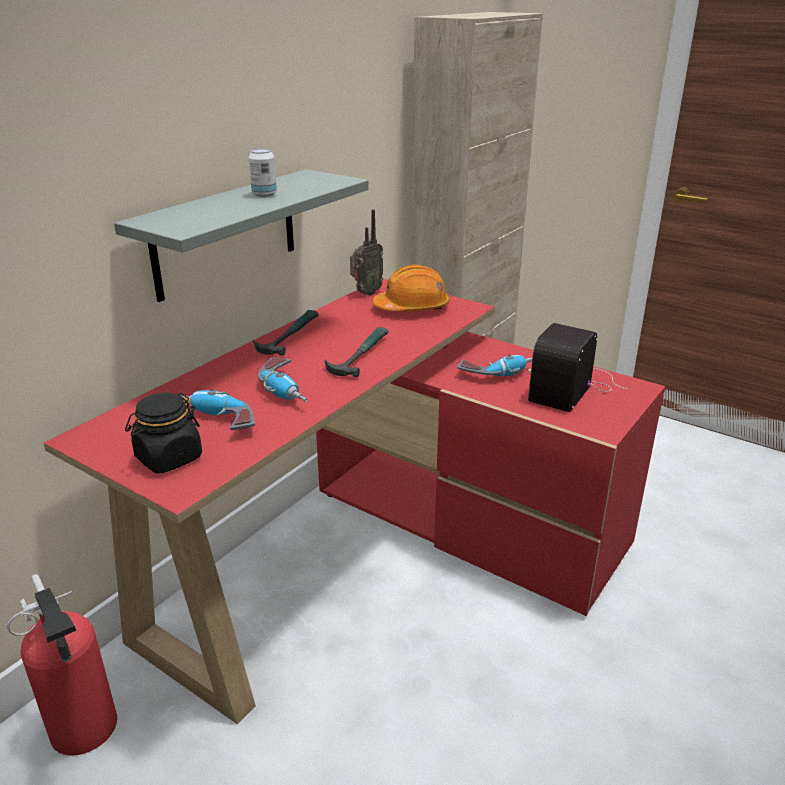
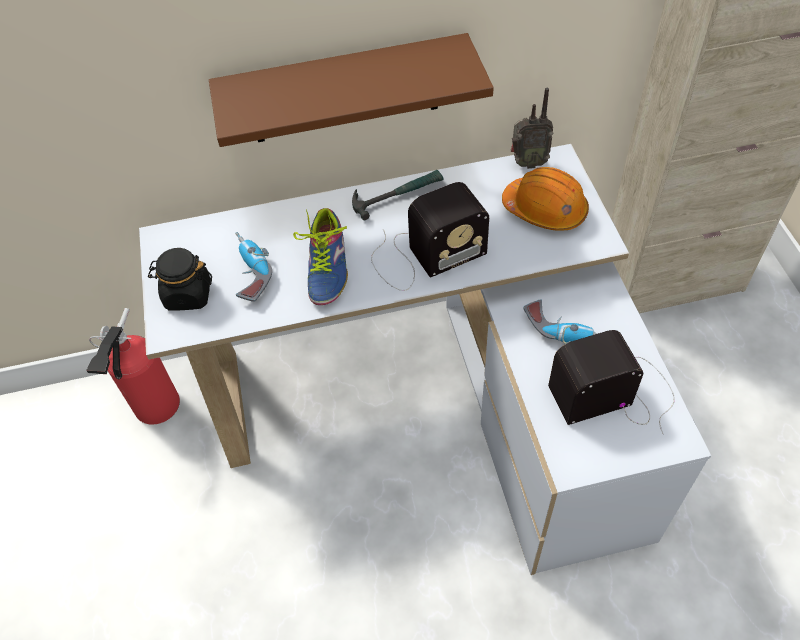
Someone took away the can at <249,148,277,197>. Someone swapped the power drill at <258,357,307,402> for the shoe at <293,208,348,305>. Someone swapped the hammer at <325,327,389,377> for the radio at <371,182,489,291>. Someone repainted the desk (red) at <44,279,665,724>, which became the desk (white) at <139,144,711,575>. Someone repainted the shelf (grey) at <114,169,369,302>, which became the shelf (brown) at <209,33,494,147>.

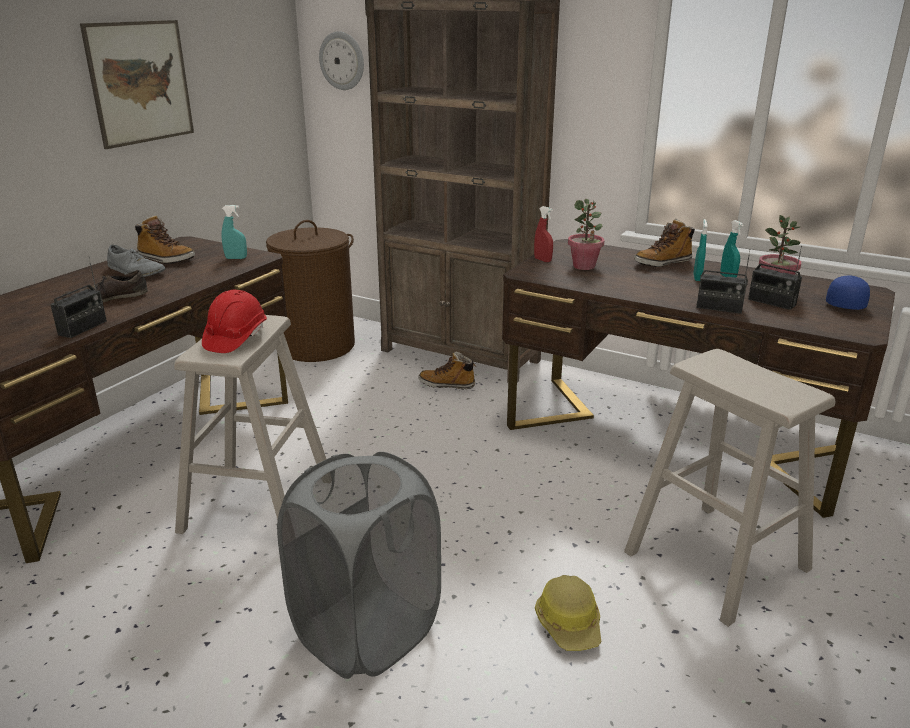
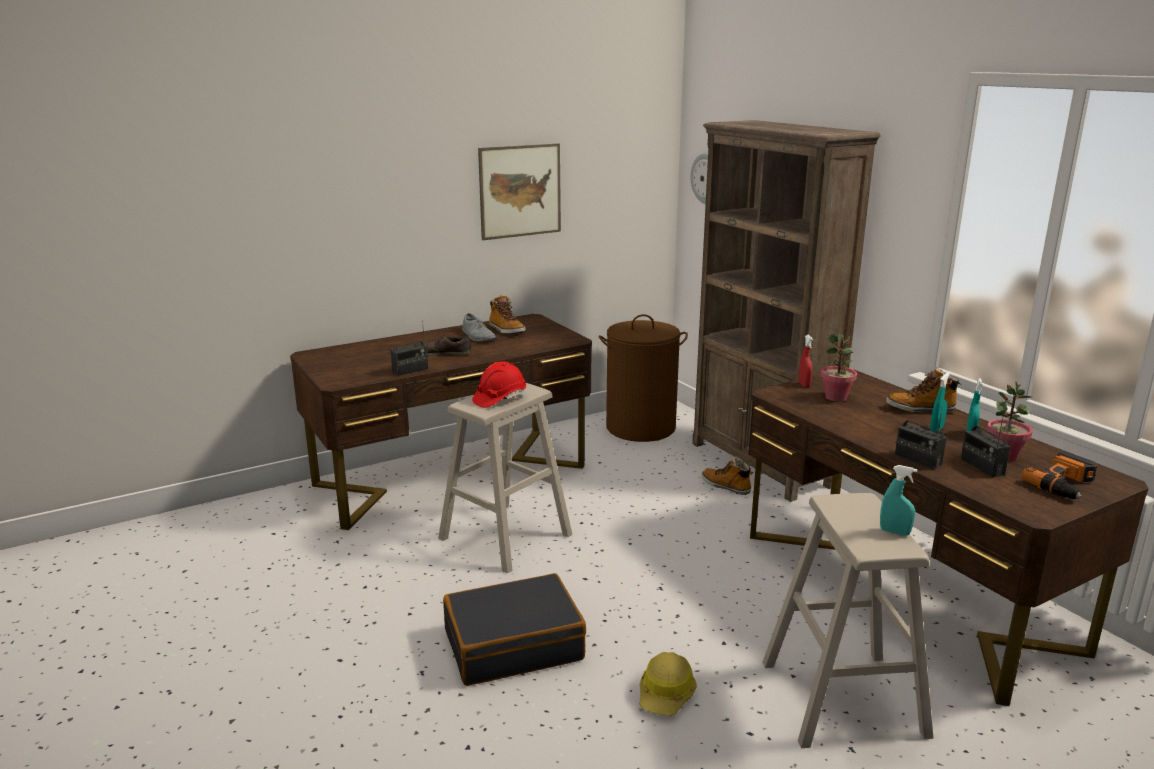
Someone carried the spray bottle (turquoise) from <221,205,247,259> to <880,465,917,536>. Someone swapped the laundry basket (grey) at <277,452,441,679> for the suitcase (black) at <443,573,586,686>. Someone swapped the cap (blue) at <826,275,870,310> for the power drill at <1021,451,1097,499>.

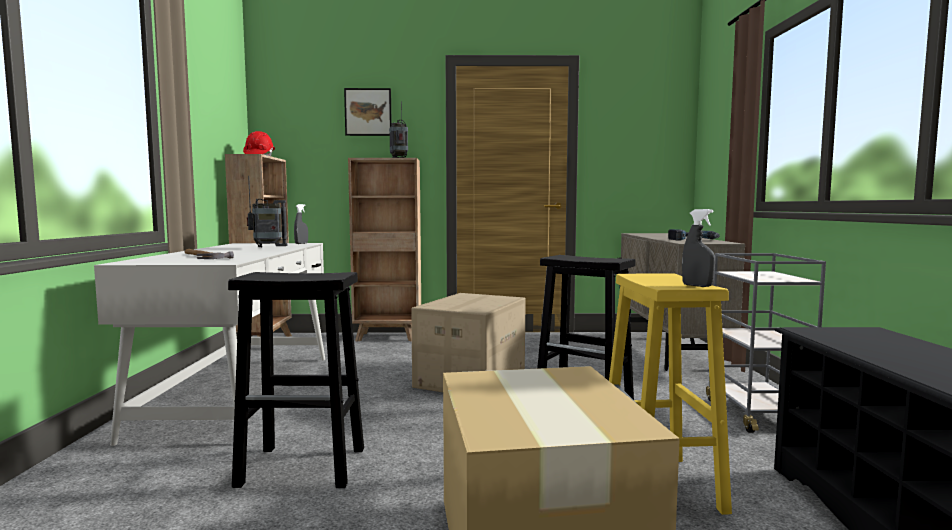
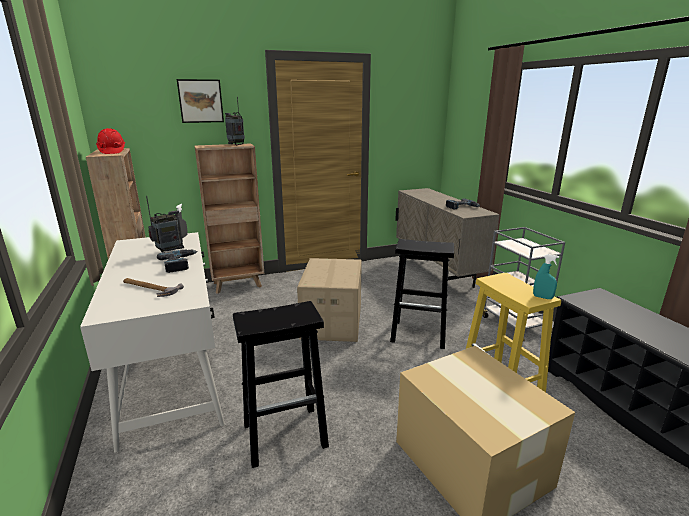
Someone put down the power drill at <157,249,198,273>. Someone repainted the spray bottle (grey) at <682,209,715,287>, which became the spray bottle (turquoise) at <533,254,560,299>.

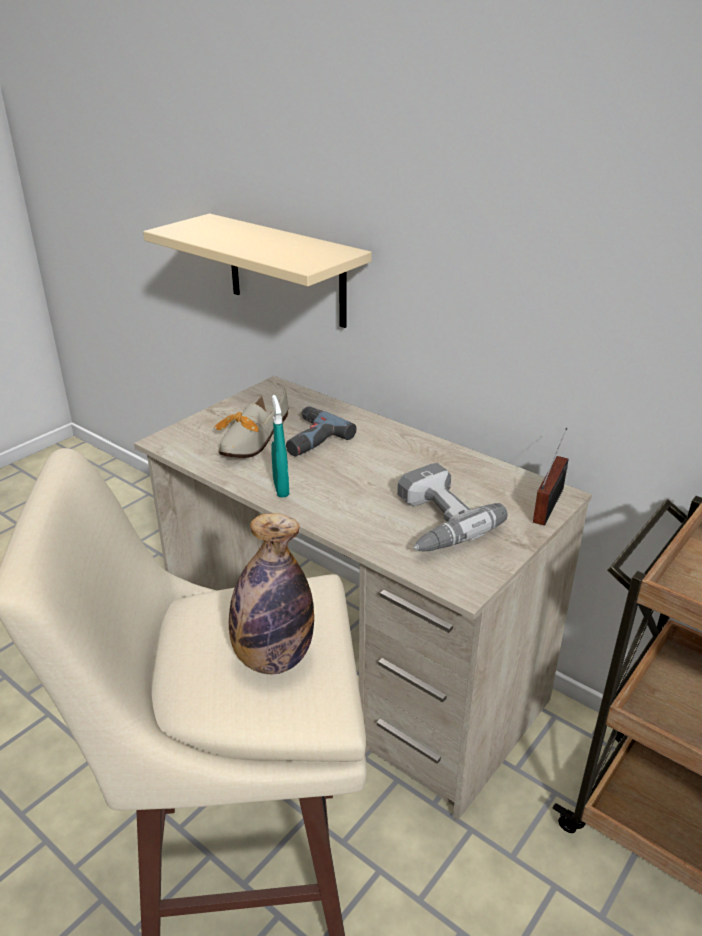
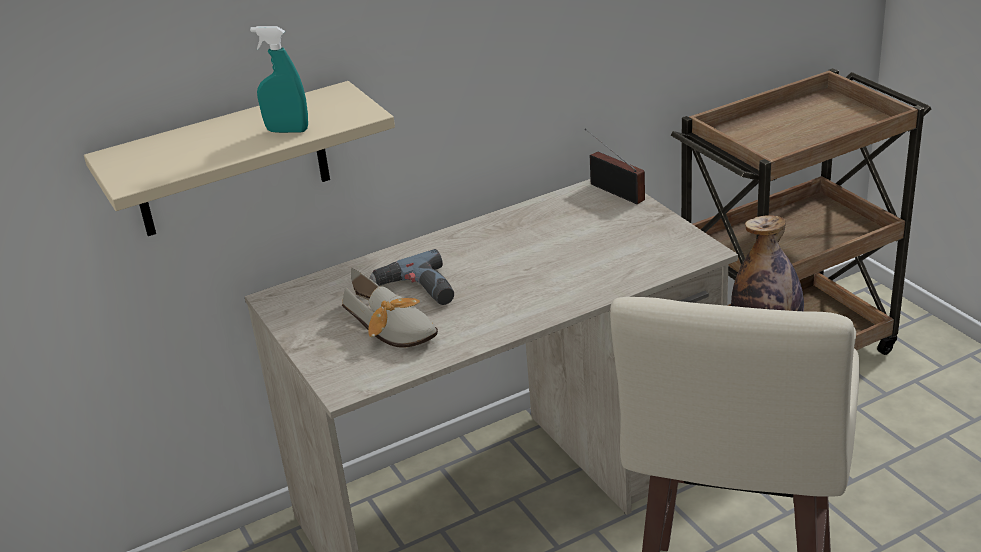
Someone took away the power drill at <397,463,507,551>. Someone carried the spray bottle (turquoise) from <271,395,289,498> to <250,26,308,133>.

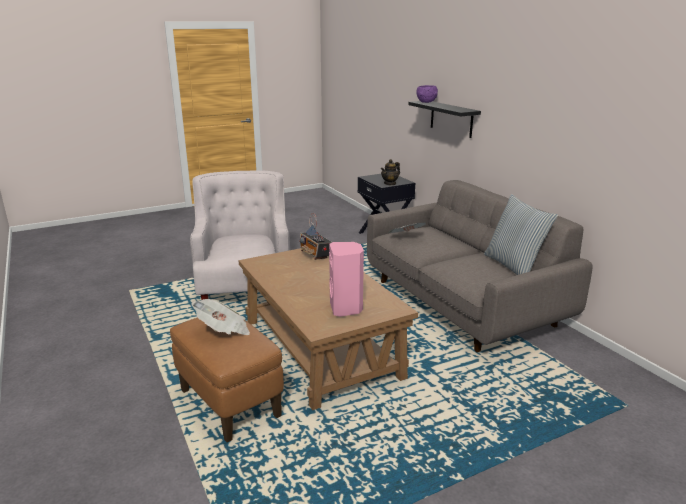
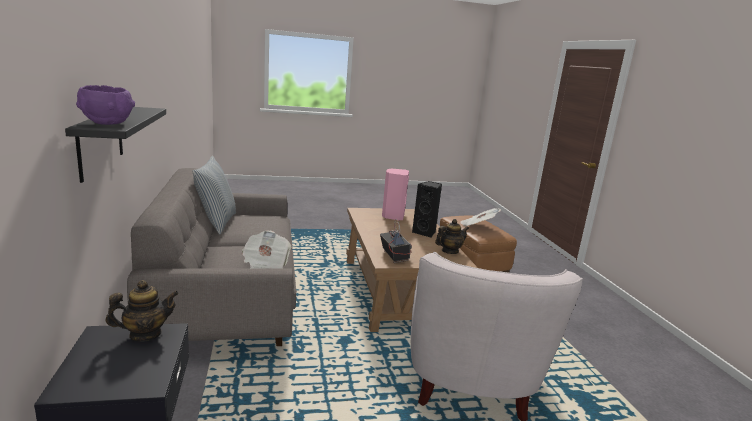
Someone put down the speaker (black) at <412,181,442,238>. Someone put down the teapot at <435,219,469,254>.

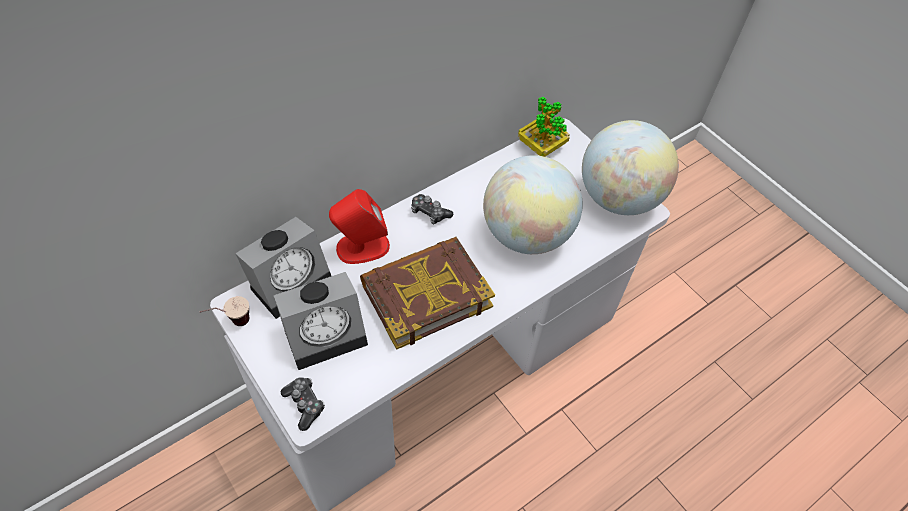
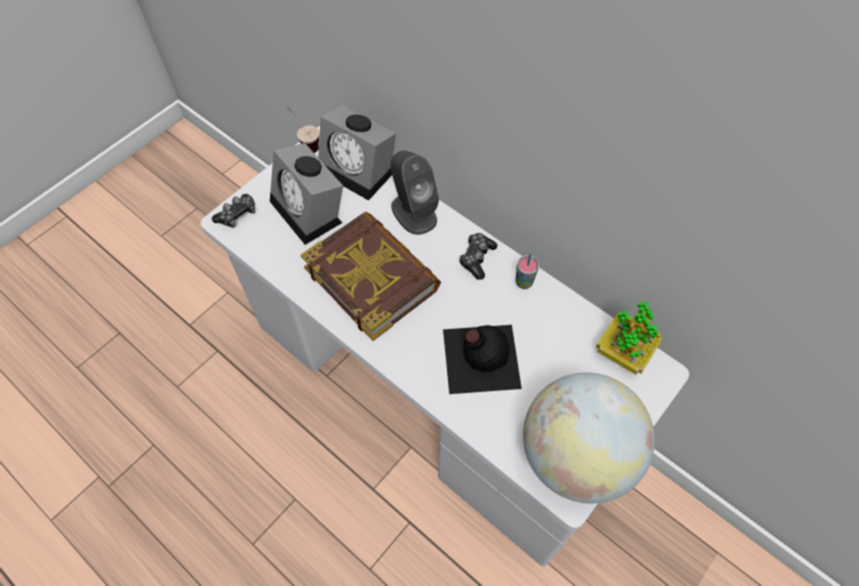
Someone put down the cup at <515,254,539,289>. Someone swapped the globe at <483,155,583,254> for the bottle (black) at <443,325,522,394>. Someone repainted the speaker (red) at <329,189,390,264>, which became the speaker (grey) at <391,150,439,235>.

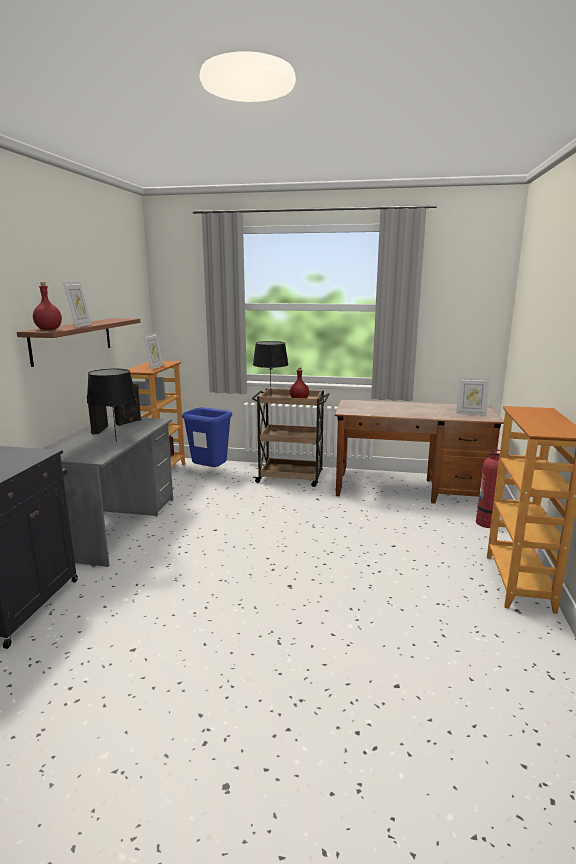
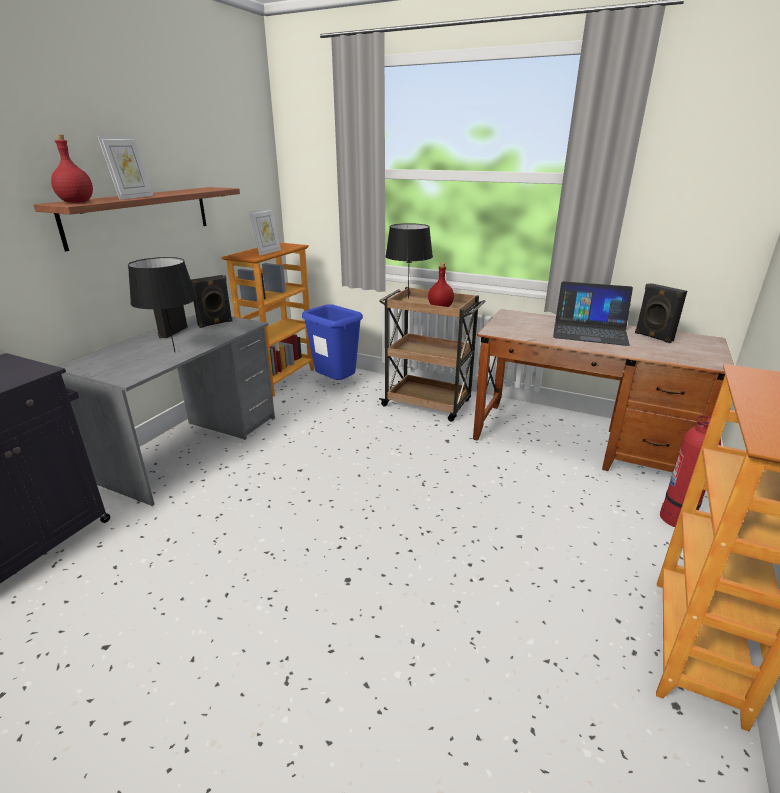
Someone took away the picture frame at <456,378,490,415>. Someone put down the laptop at <553,281,633,346>. Someone put down the speaker (black) at <635,283,687,343>.

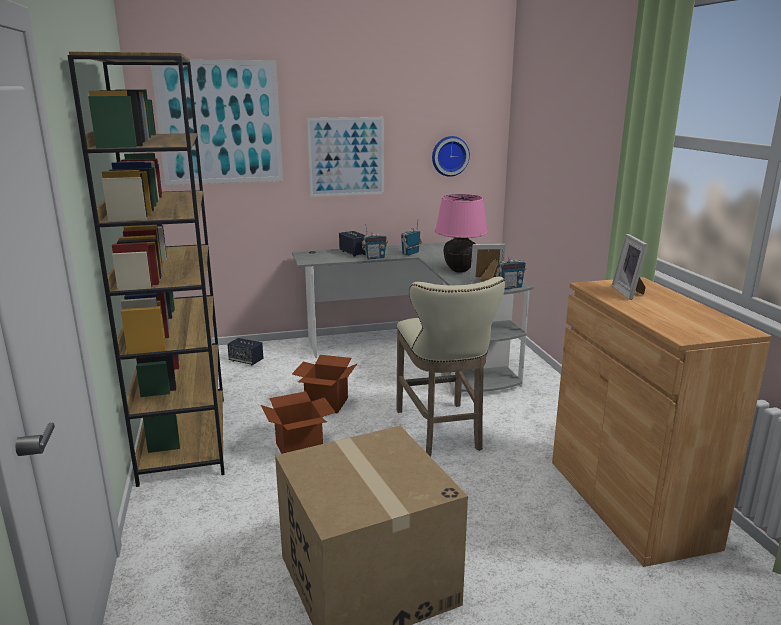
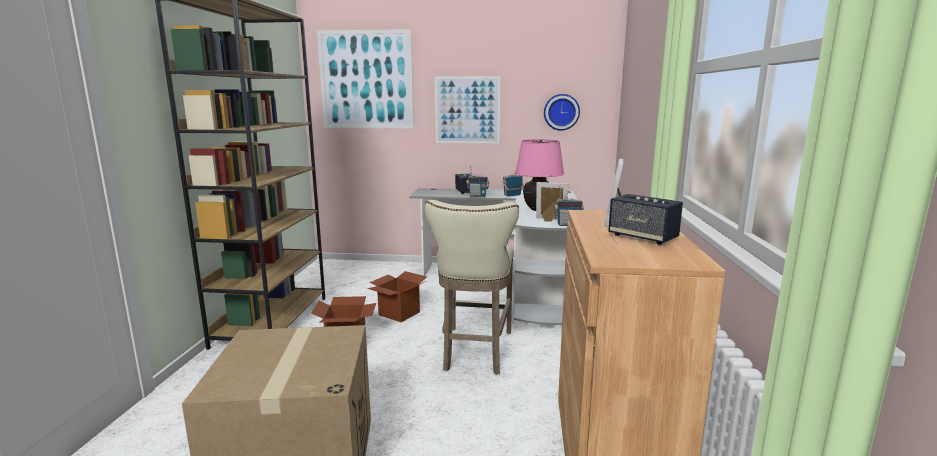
Someone carried the speaker from <227,338,263,365> to <608,194,683,245>.

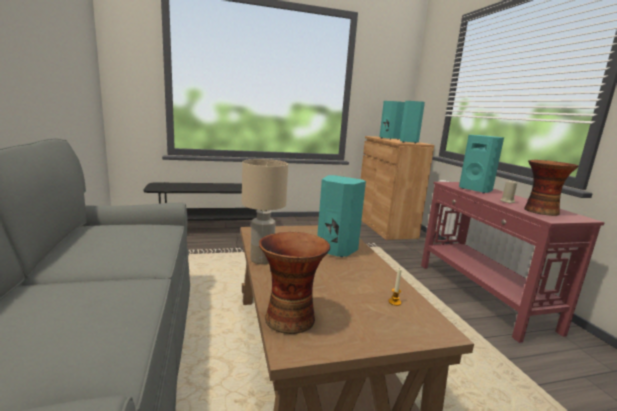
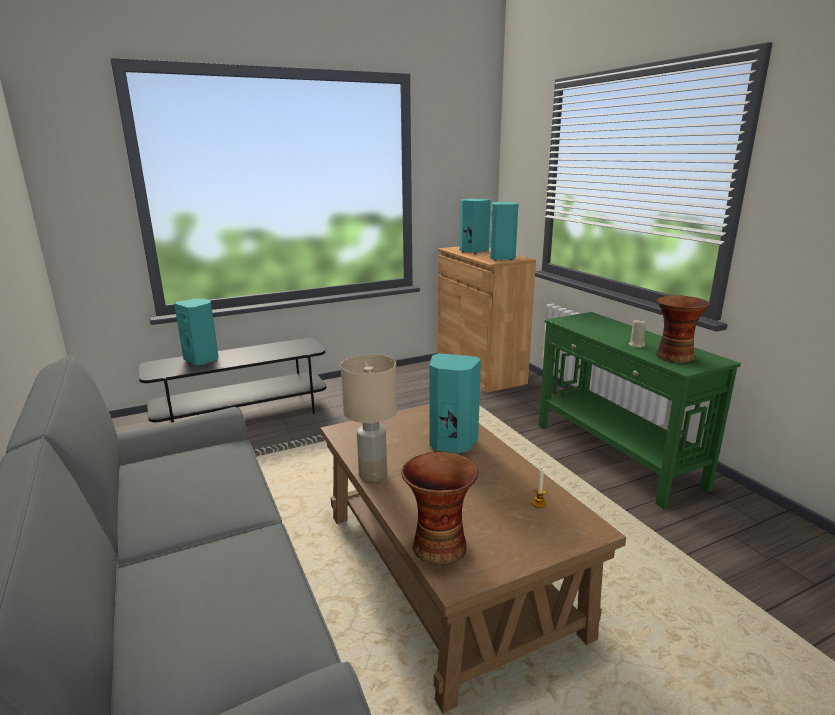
Someone carried the speaker (turquoise) from <459,135,504,193> to <174,299,219,365>. Someone repainted the console table (red) at <421,182,605,343>, which became the console table (green) at <539,312,741,509>.

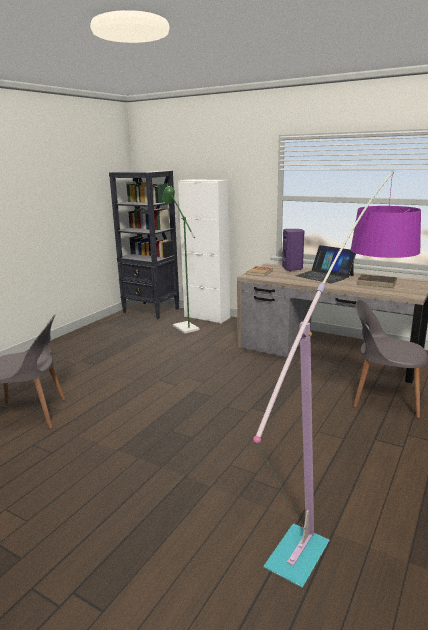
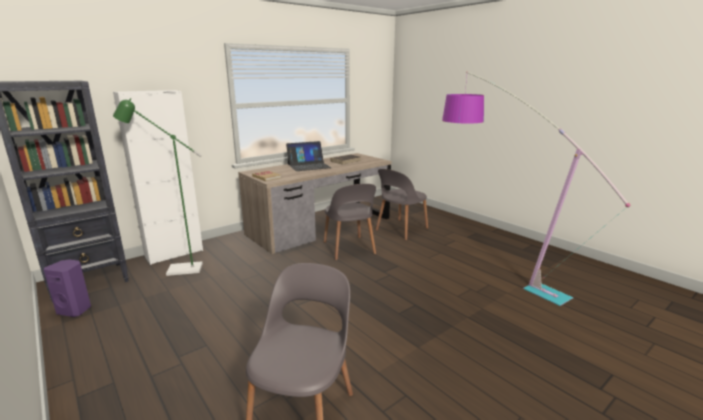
Someone put down the chair (grey) at <324,184,376,260>. Someone carried the speaker (purple) from <282,229,304,271> to <44,260,91,317>.

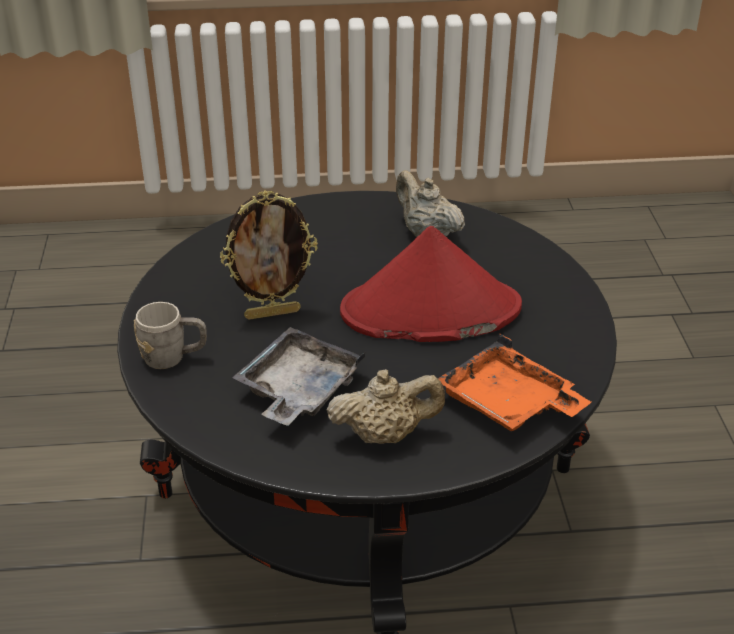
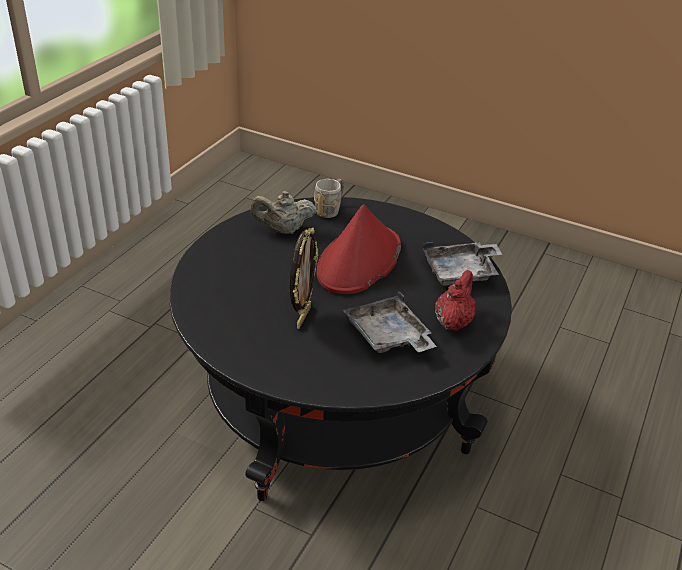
Someone carried the mug (grey) from <134,302,207,369> to <314,179,344,218>. Someone repainted the teapot (beige) at <326,369,445,444>, which became the teapot (red) at <435,270,476,331>. Someone repainted the tray (orange) at <438,334,591,431>, which became the tray (grey) at <423,242,503,285>.

